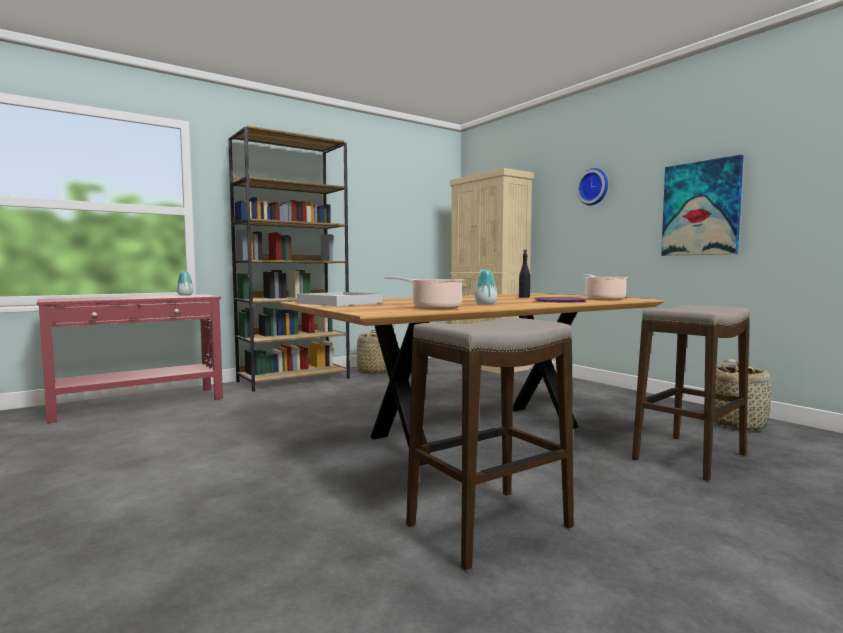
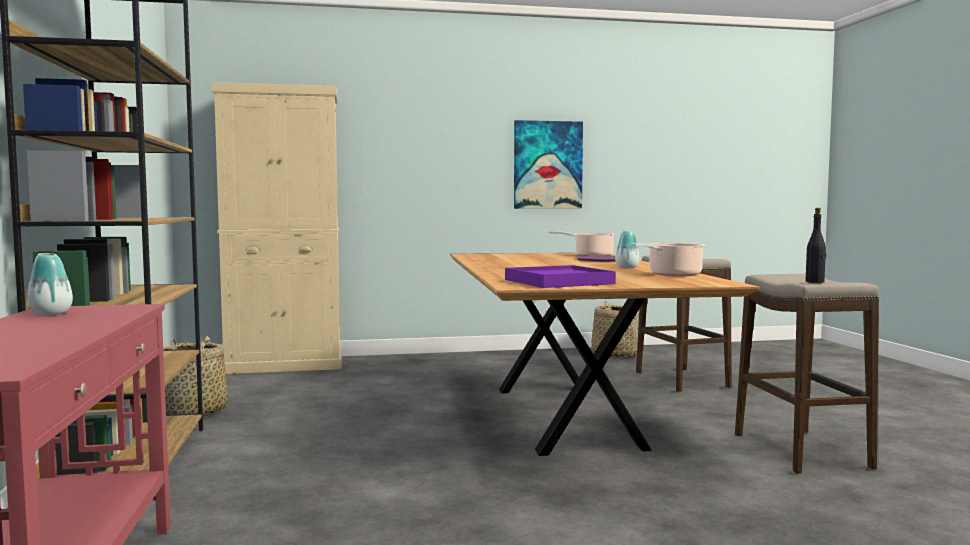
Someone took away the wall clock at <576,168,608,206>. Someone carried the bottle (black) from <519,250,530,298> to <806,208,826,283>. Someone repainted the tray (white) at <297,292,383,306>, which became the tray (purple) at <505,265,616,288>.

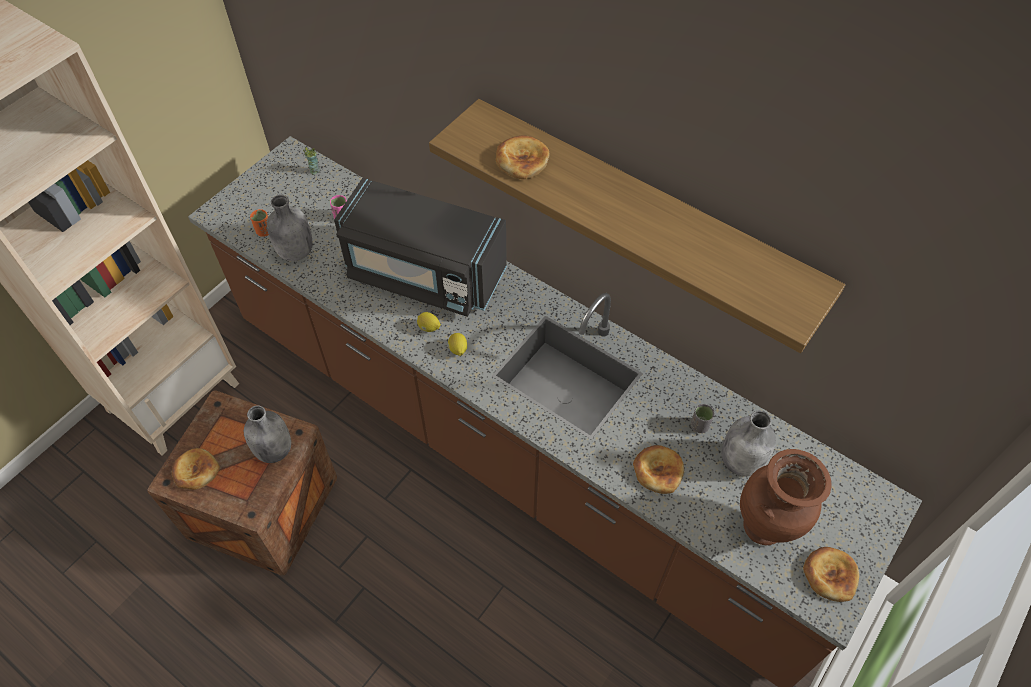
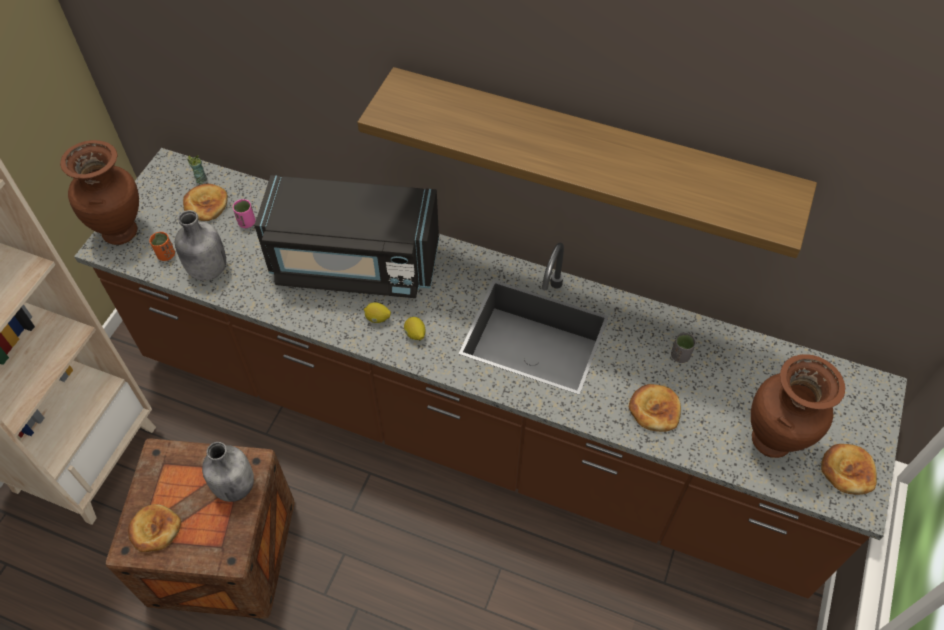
Someone took away the bottle (grey) at <722,410,776,476>. Someone put down the vase (brown) at <60,140,139,245>. Someone carried the bread from <496,136,549,179> to <183,184,228,221>.

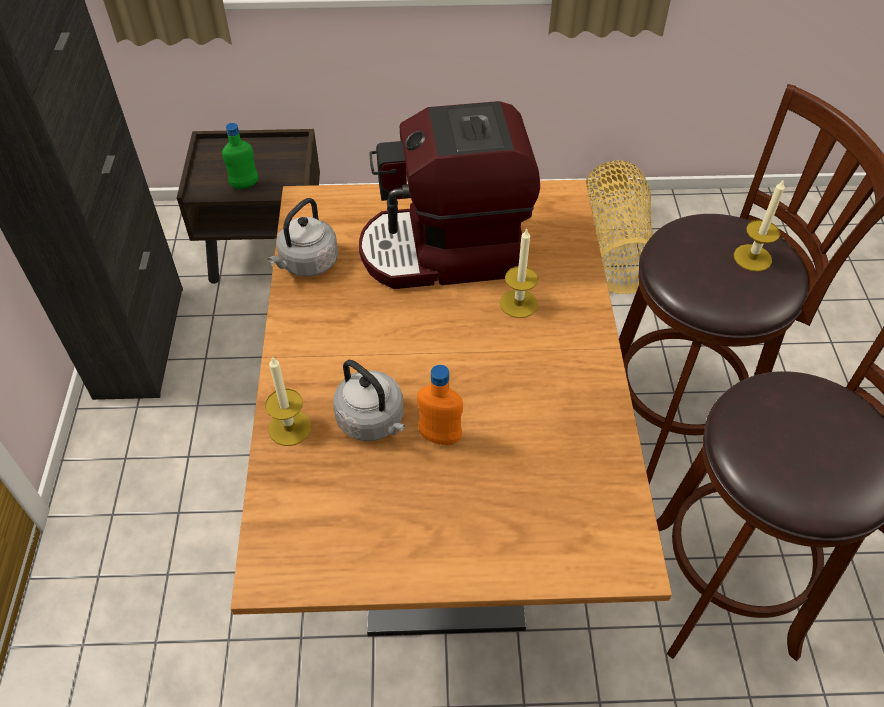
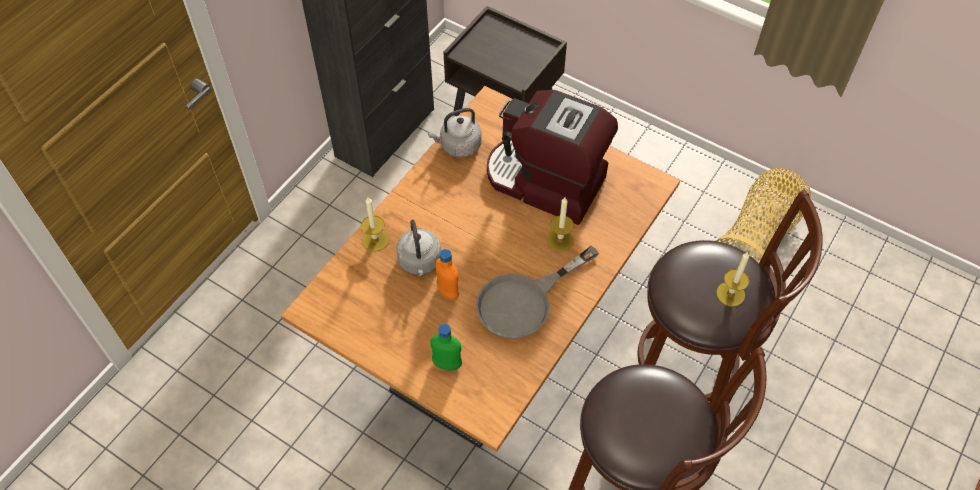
Someone put down the frying pan (grey) at <476,246,599,339>. Someone carried the bottle (green) from <222,123,258,189> to <430,324,462,370>.

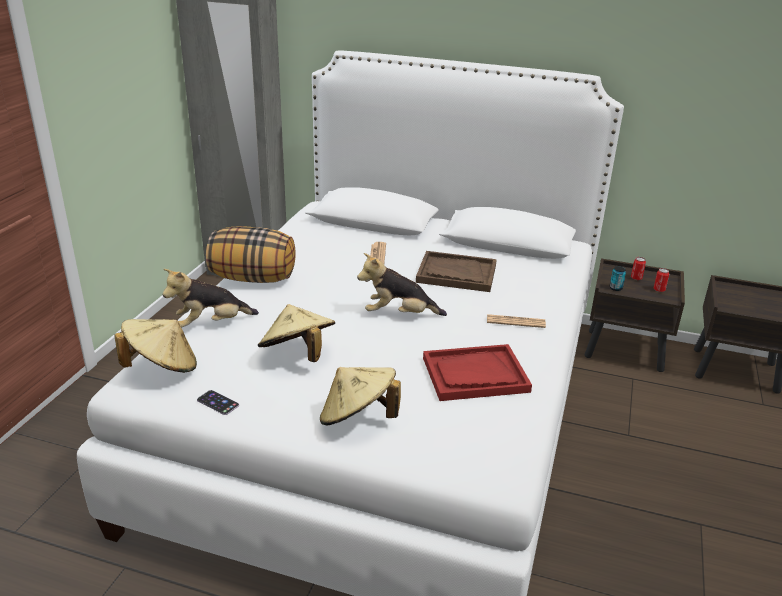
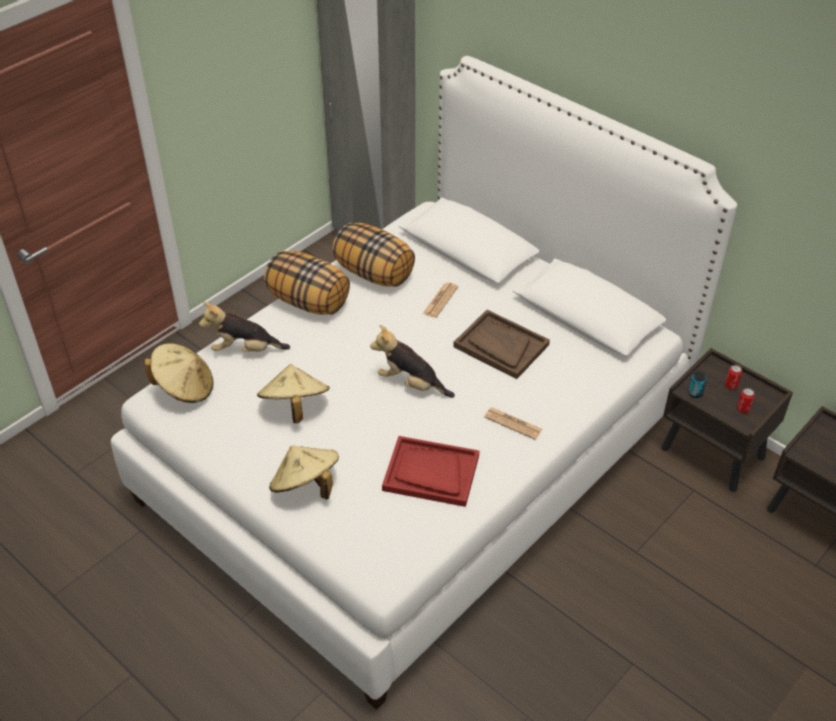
Someone took away the phone at <197,390,239,415>. Someone put down the pillow at <332,223,415,287>.

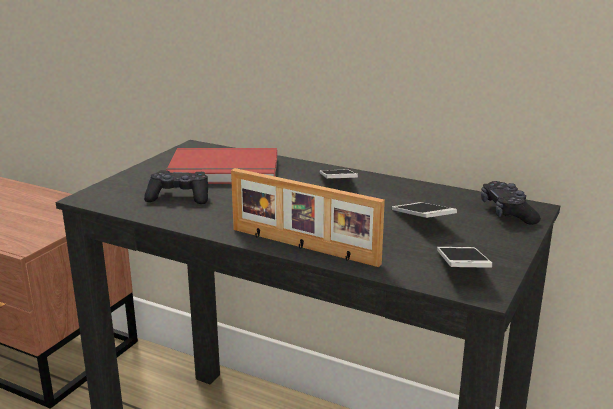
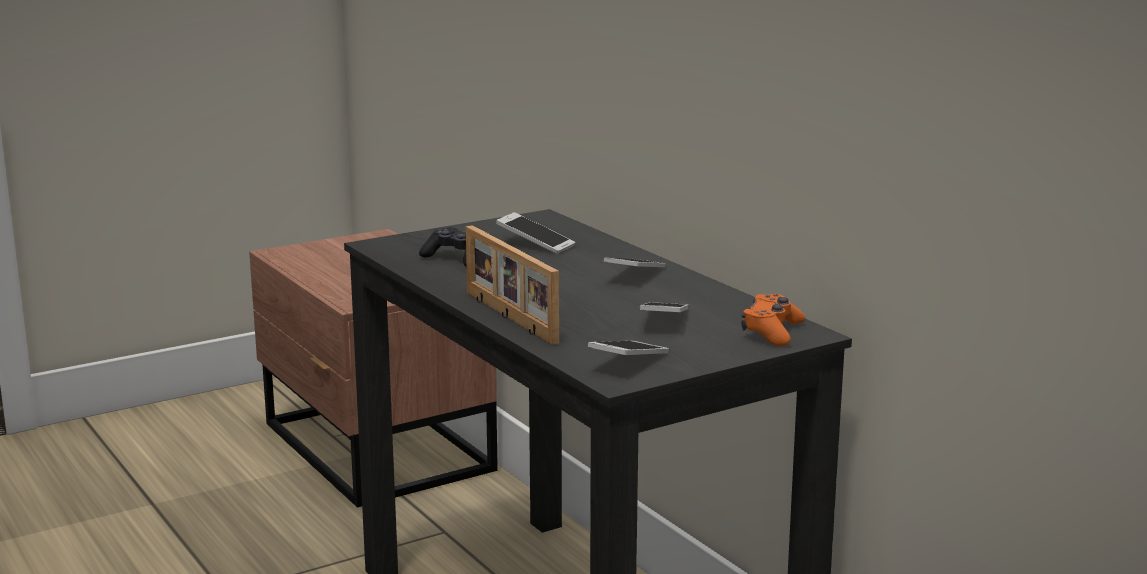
Someone swapped the book (red) at <166,148,277,184> for the phone at <496,212,575,254>. Someone repainted the game controller (black) at <481,181,541,225>, which became the game controller (orange) at <741,294,805,346>.

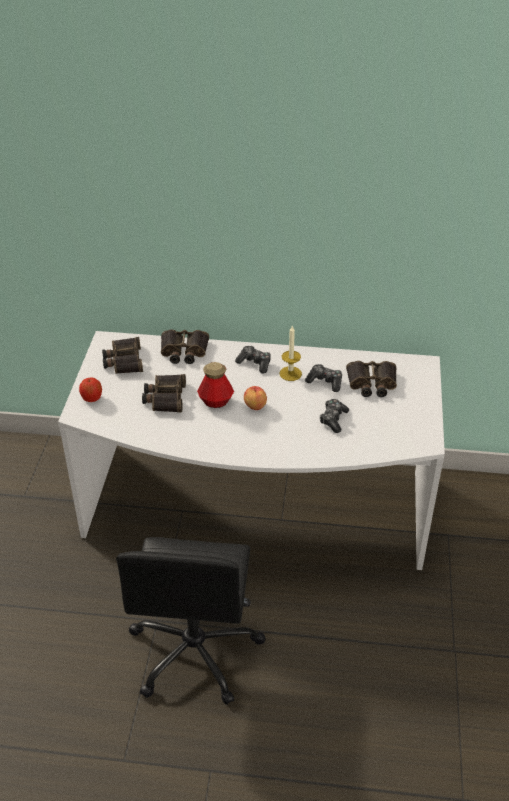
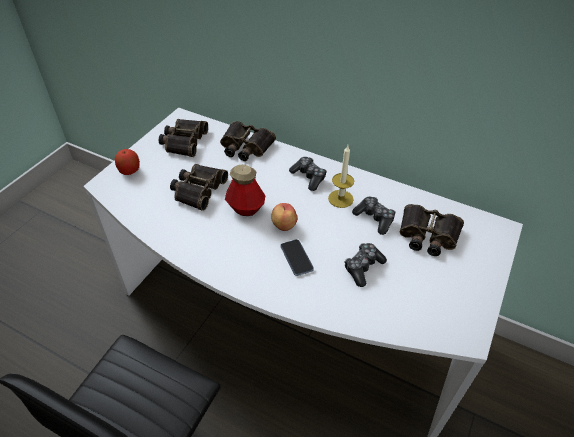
Someone put down the phone at <280,239,314,276>.

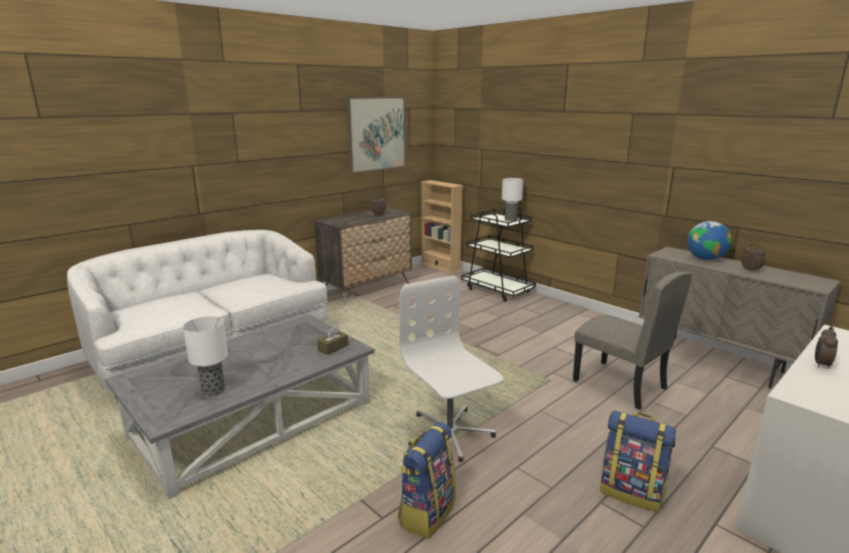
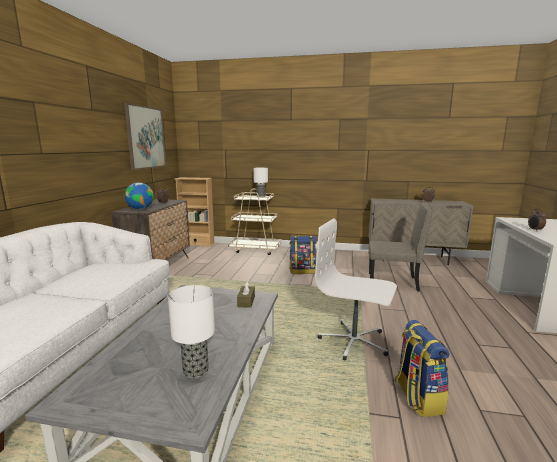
Someone carried the backpack from <600,410,676,512> to <289,235,317,274>. Someone carried the globe from <687,221,732,260> to <125,182,154,209>. Someone repainted the cart (black) at <461,208,536,302>, which became the cart (beige) at <228,189,281,255>.

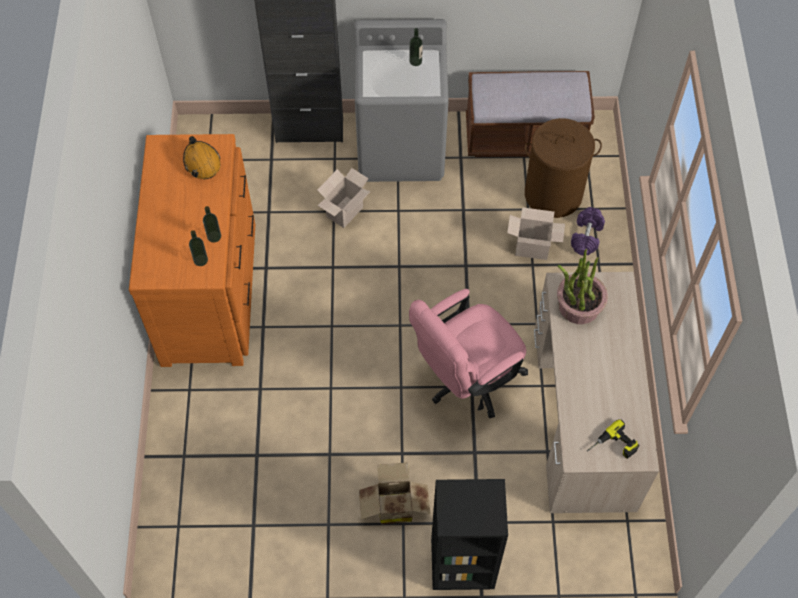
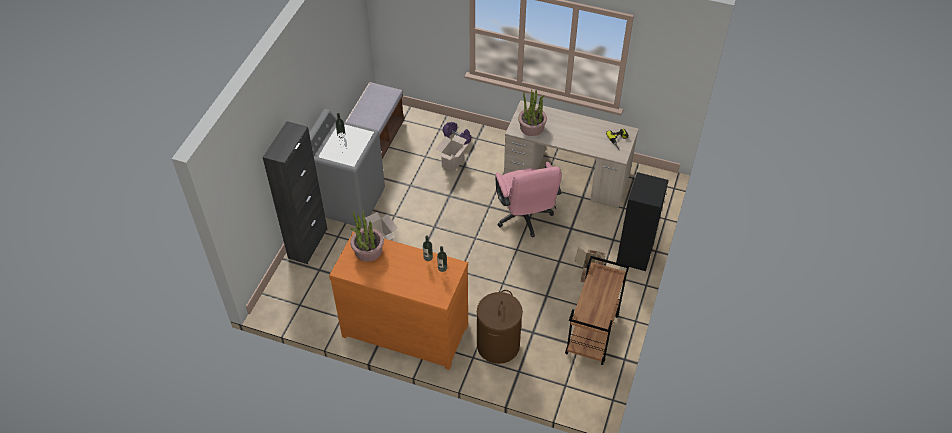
Someone put down the cart (brown) at <565,256,629,365>. Someone carried the laundry basket (brown) from <525,118,602,218> to <477,290,523,364>. Someone swapped the hard hat (orange) at <183,136,221,180> for the potted plant at <350,210,384,262>.

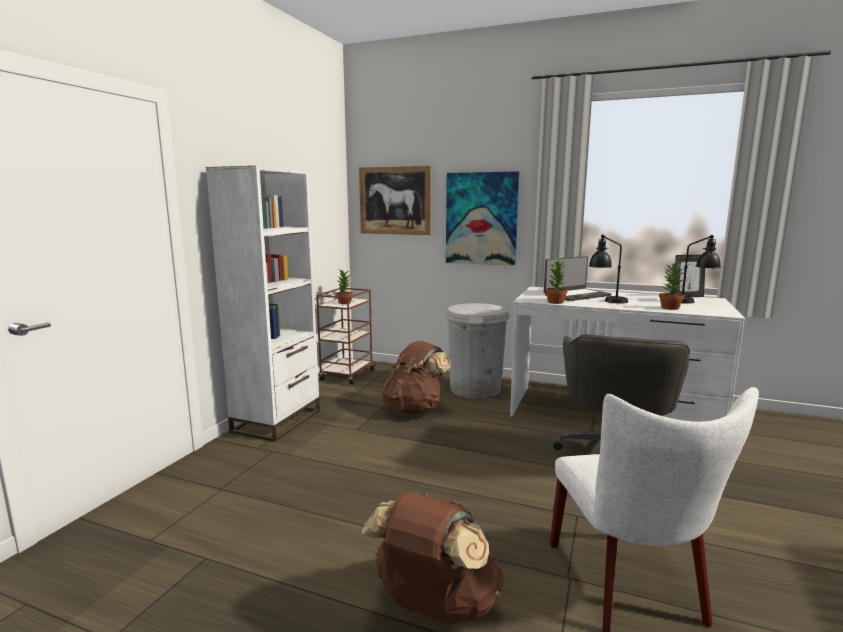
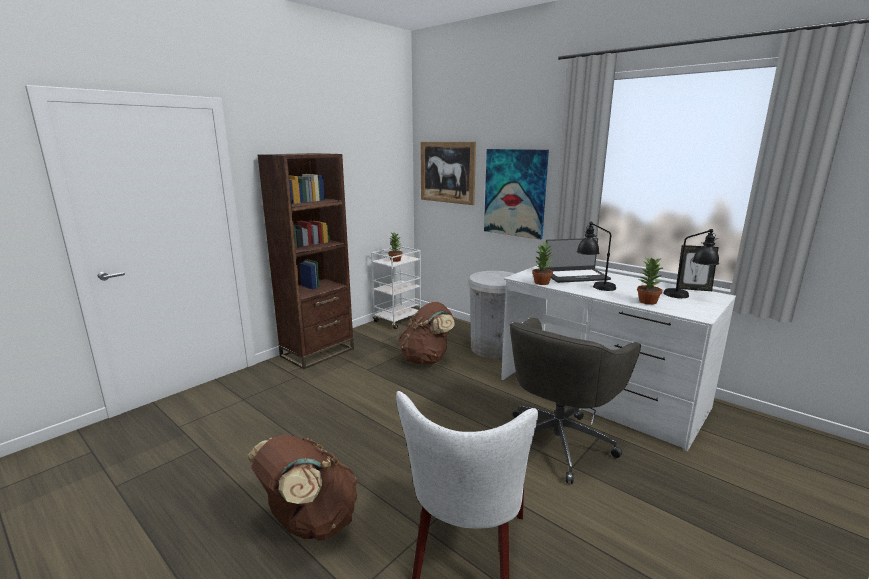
Someone repainted the bookcase (white) at <206,166,320,442>, which became the bookcase (brown) at <257,153,354,369>. Someone repainted the cart (brown) at <316,288,376,384>, which became the cart (white) at <371,246,421,329>.

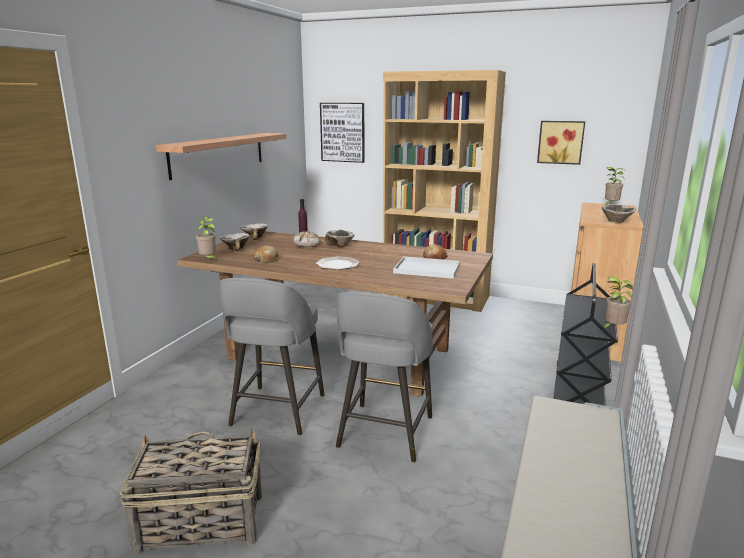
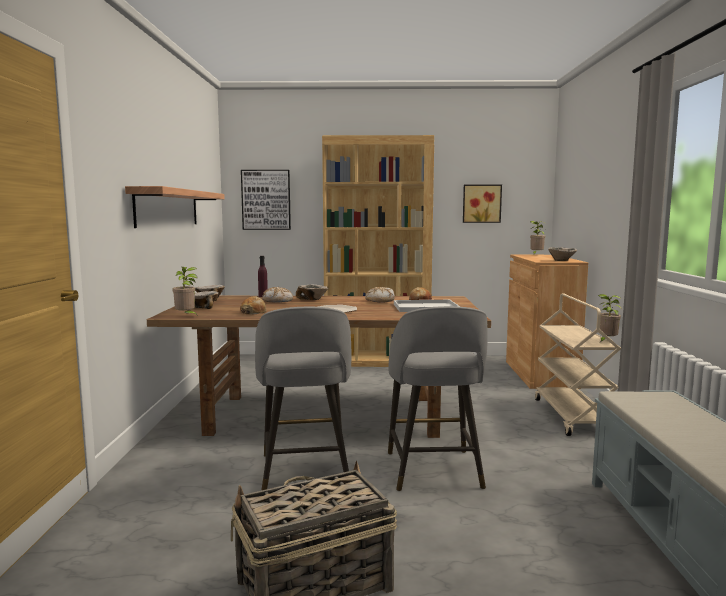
Someone put down the bread at <365,287,395,302>. Someone repainted the cart (black) at <553,263,618,406>, which became the cart (beige) at <535,294,621,436>.

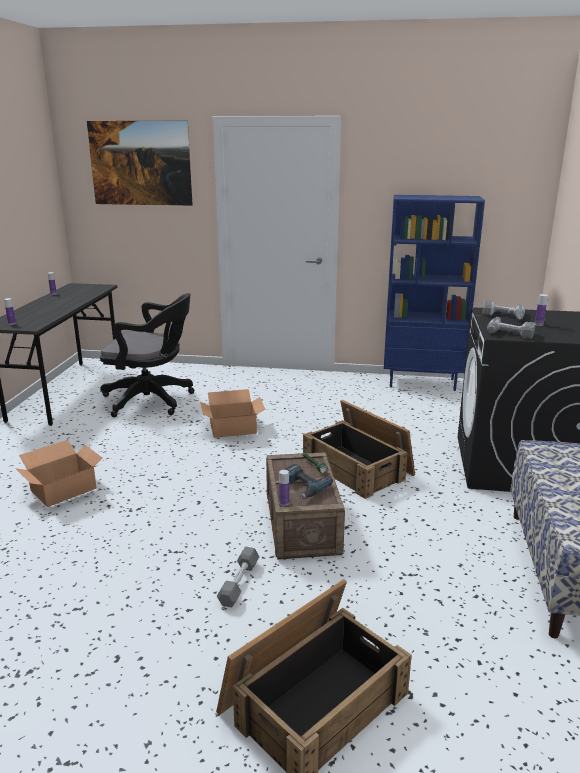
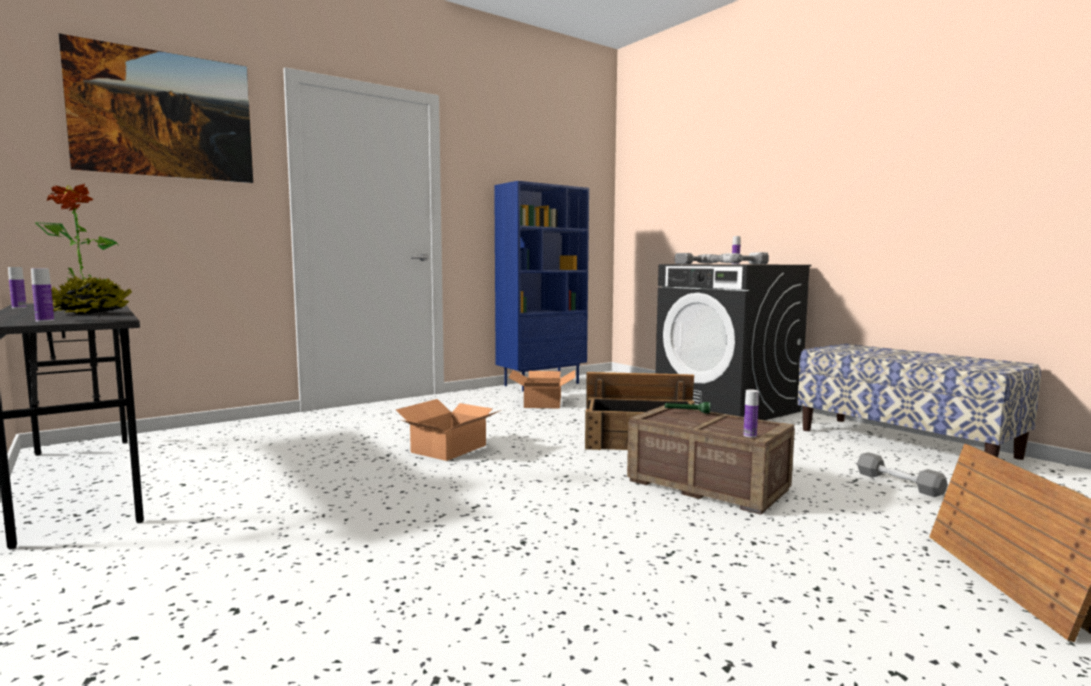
Someone took away the office chair (black) at <100,293,194,417>. Someone took away the power drill at <284,464,333,499>. Someone put down the potted plant at <34,184,132,314>. Someone carried the cardboard box from <15,440,102,507> to <508,370,575,408>. Someone carried the dumbbell (grey) from <217,547,259,607> to <857,452,948,497>.

